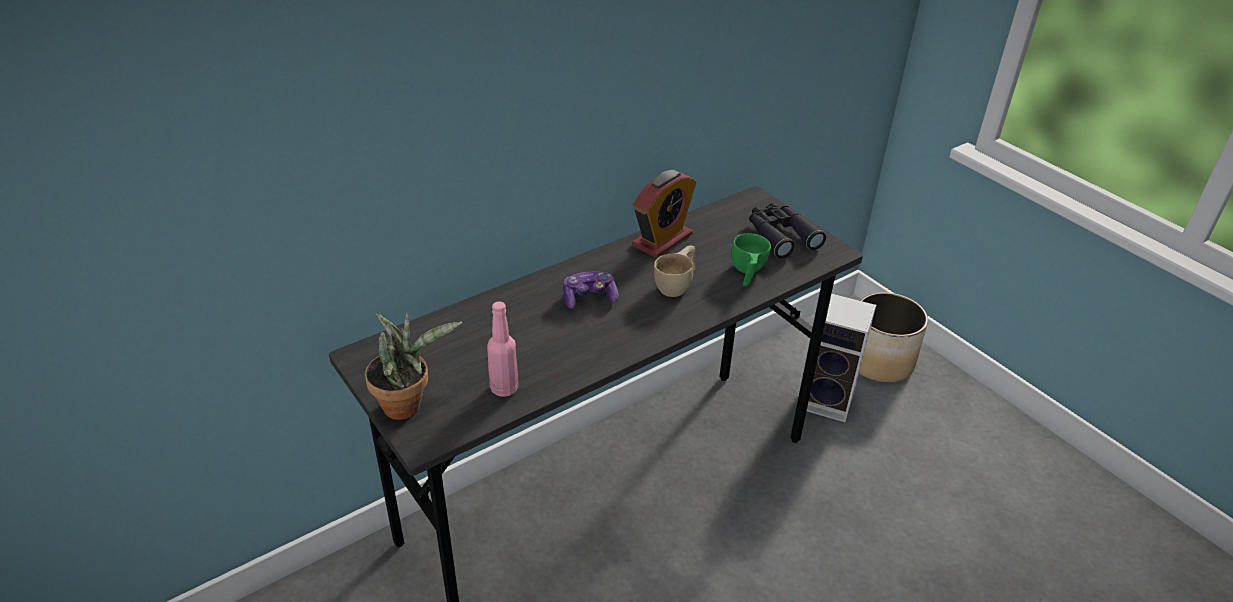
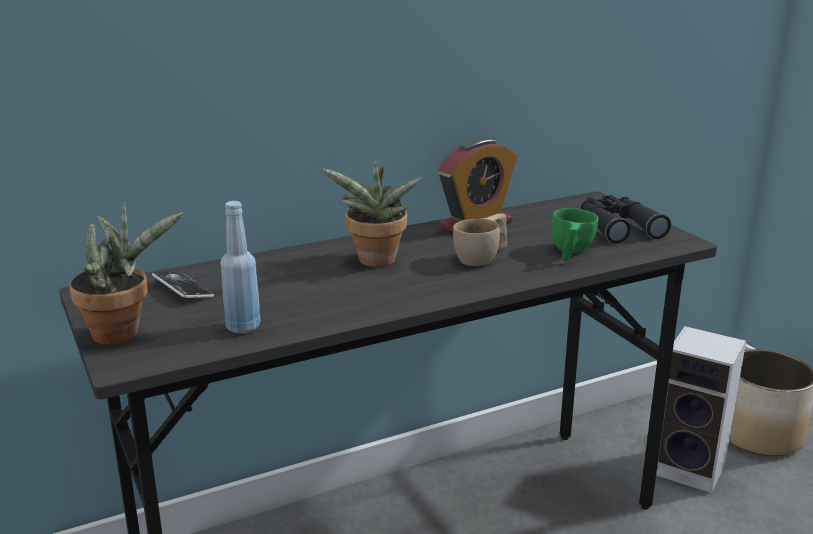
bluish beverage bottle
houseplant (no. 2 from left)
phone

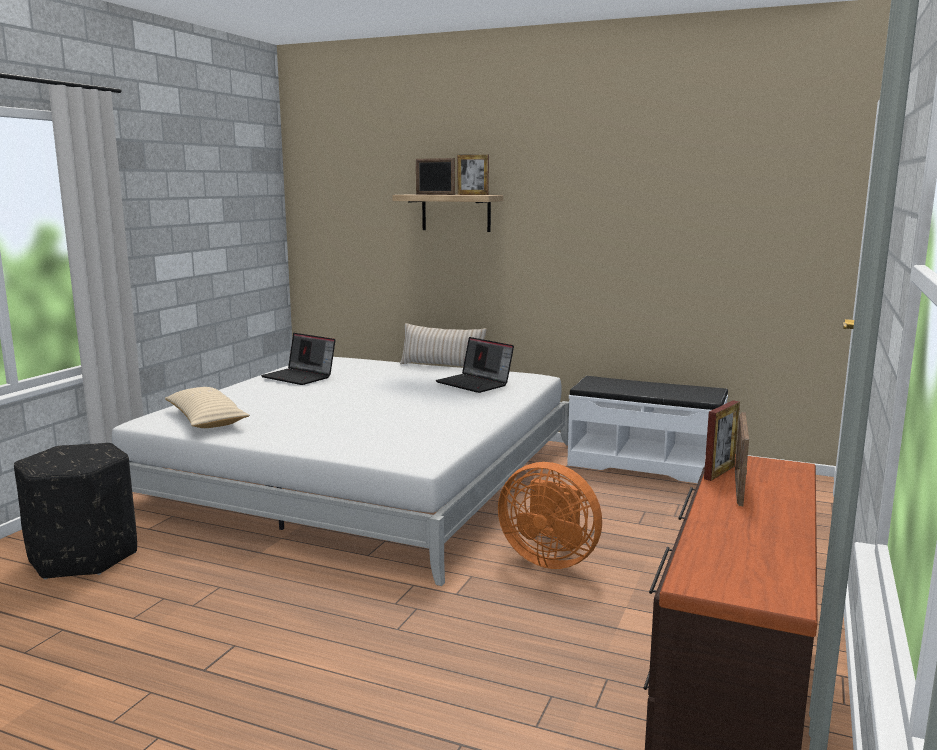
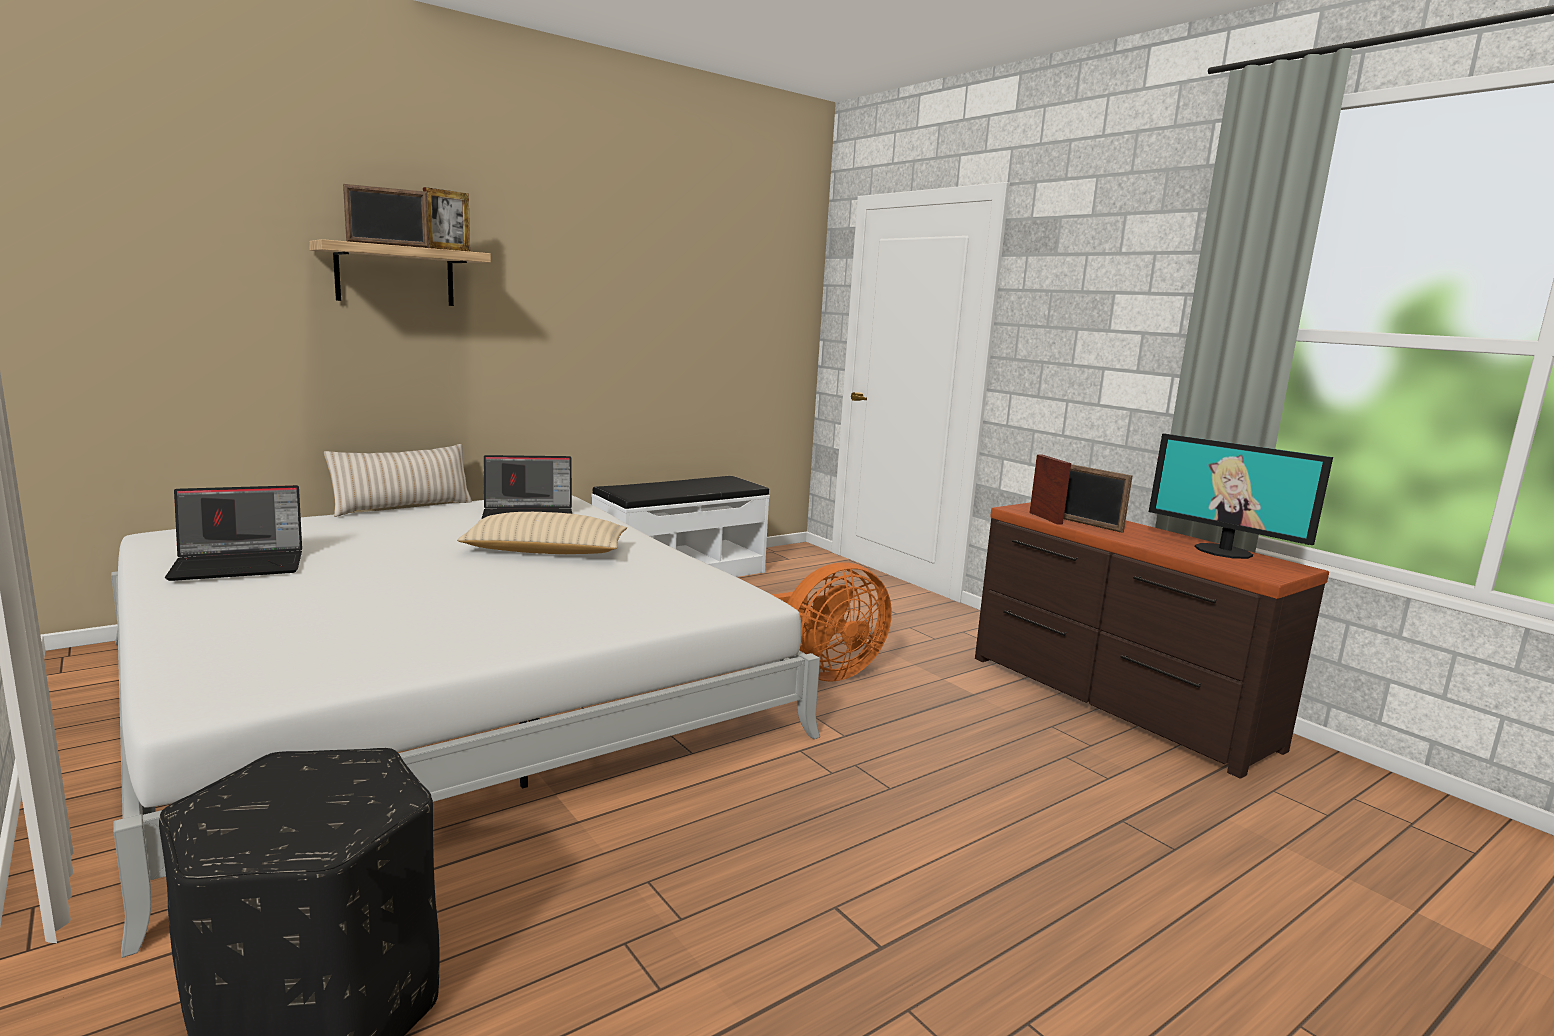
sand-coloured throw pillow (no. 2 from left)
monitor

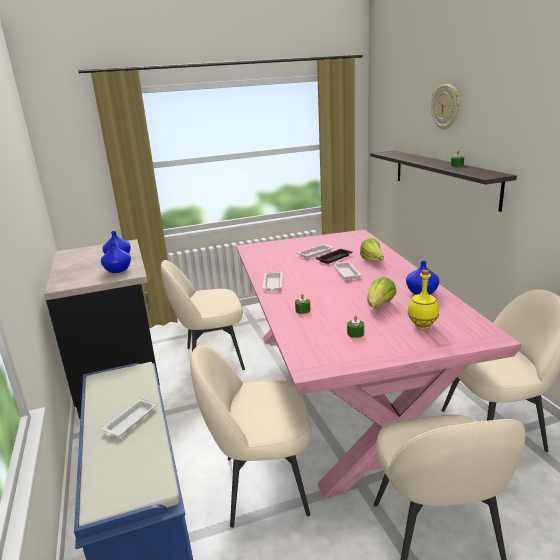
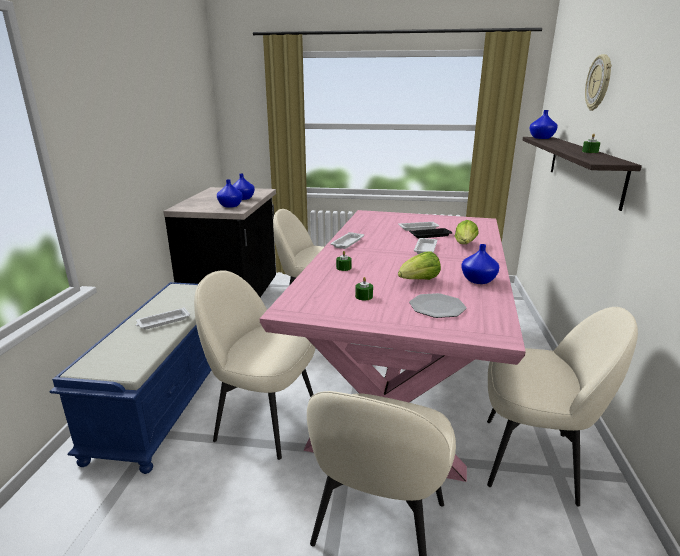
flat dish
bluish vase (no. 4 from left)

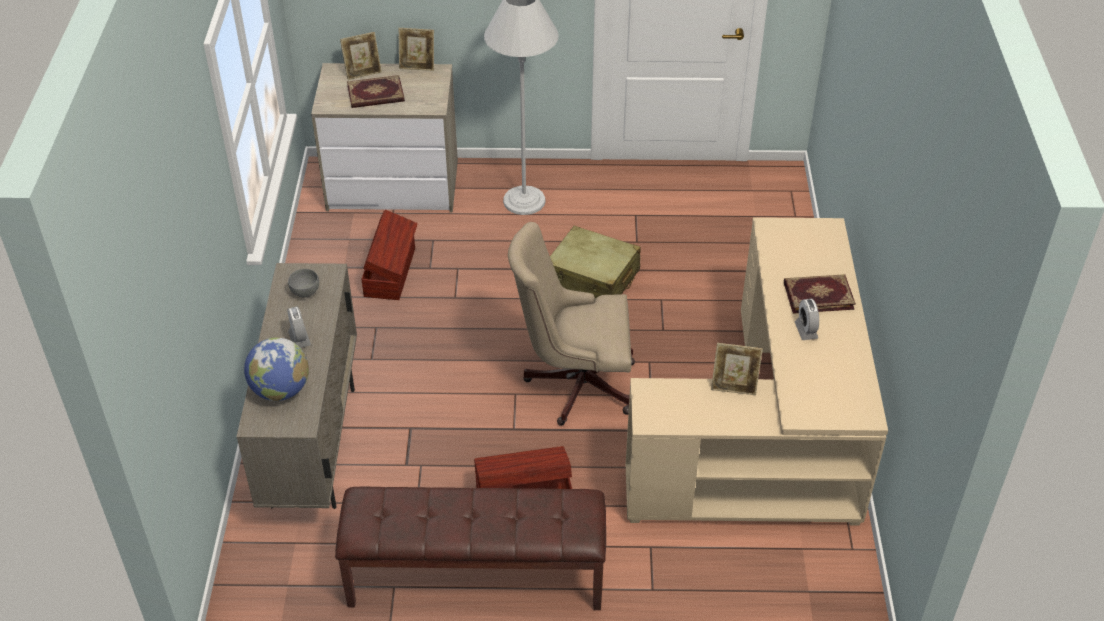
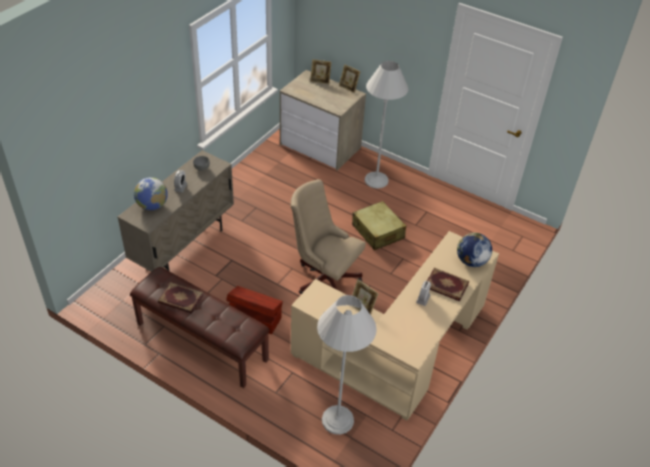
volume (no. 1 from left)
brown-coloured storage bin (no. 1 from left in the first image)
white-coloured standing lamp (no. 1 from left)
desk globe (no. 2 from left)

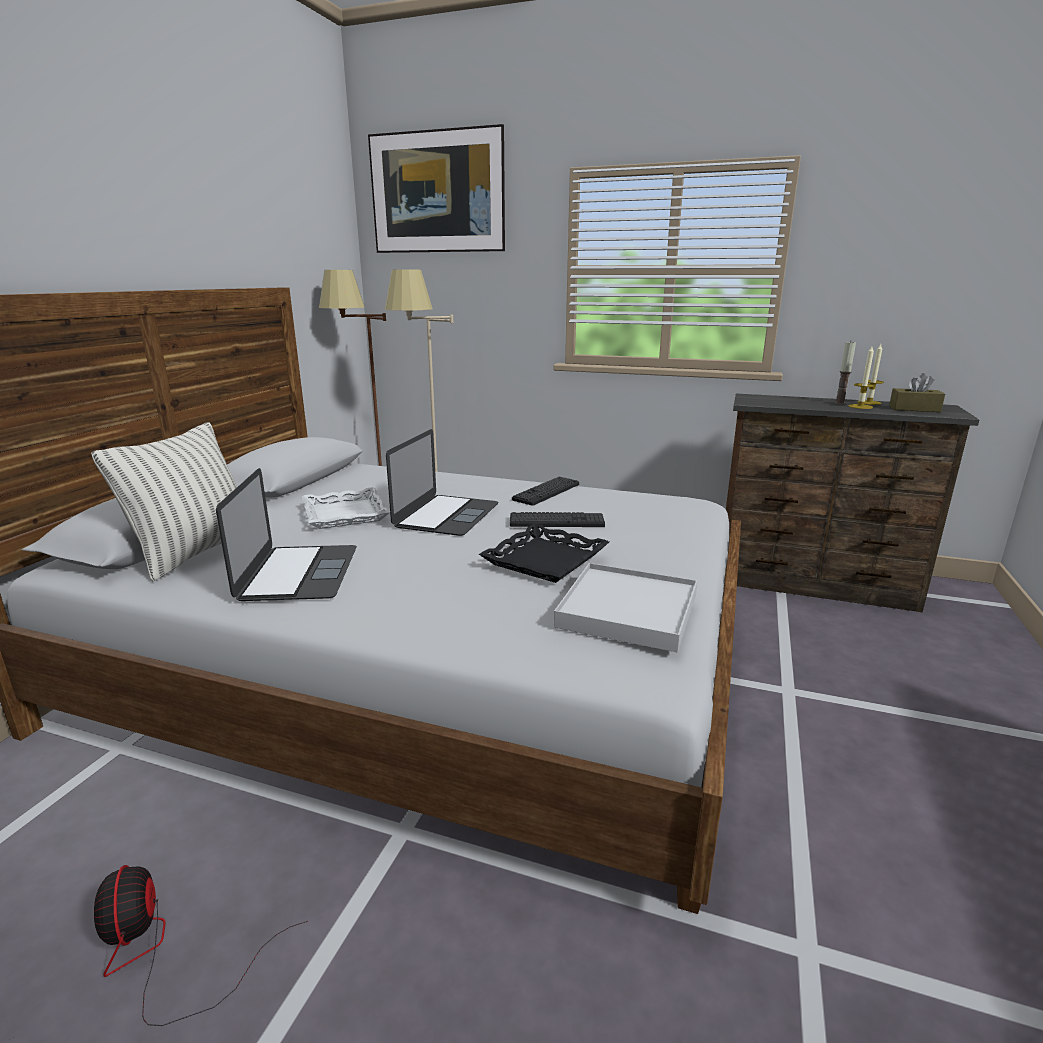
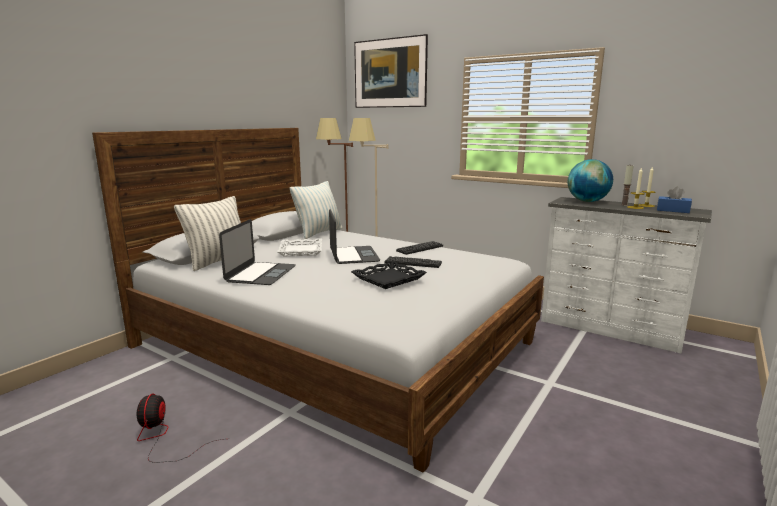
notebook computer (no. 2 from left)
white-coloured carrying tray (no. 2 from left in the first image)
white-coloured dresser
bluish box of tissues
throw pillow (no. 2 from left)
desk globe

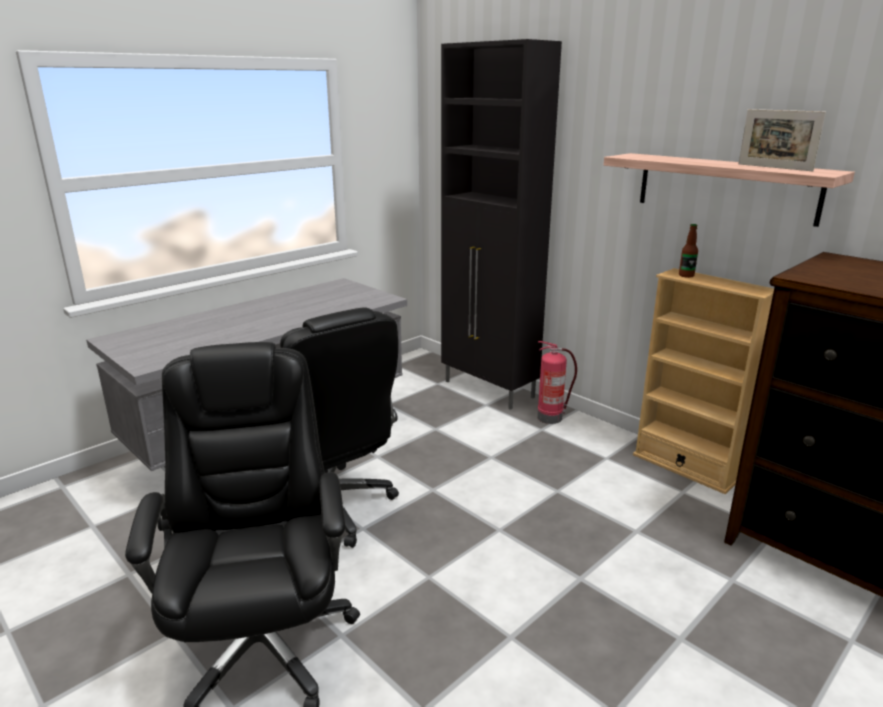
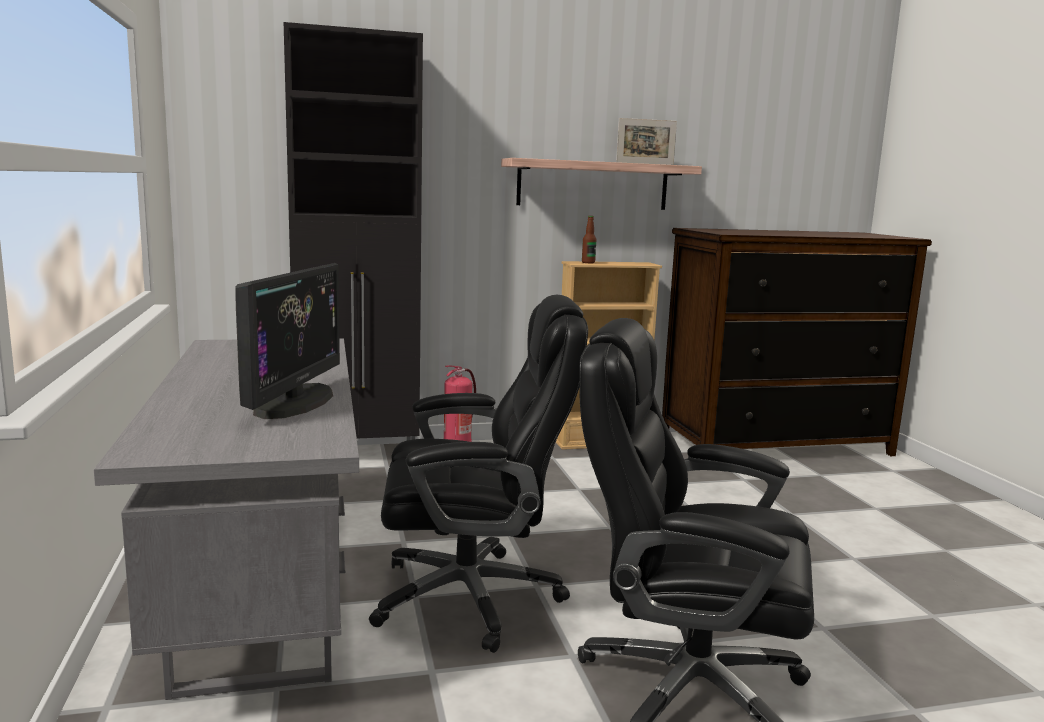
monitor

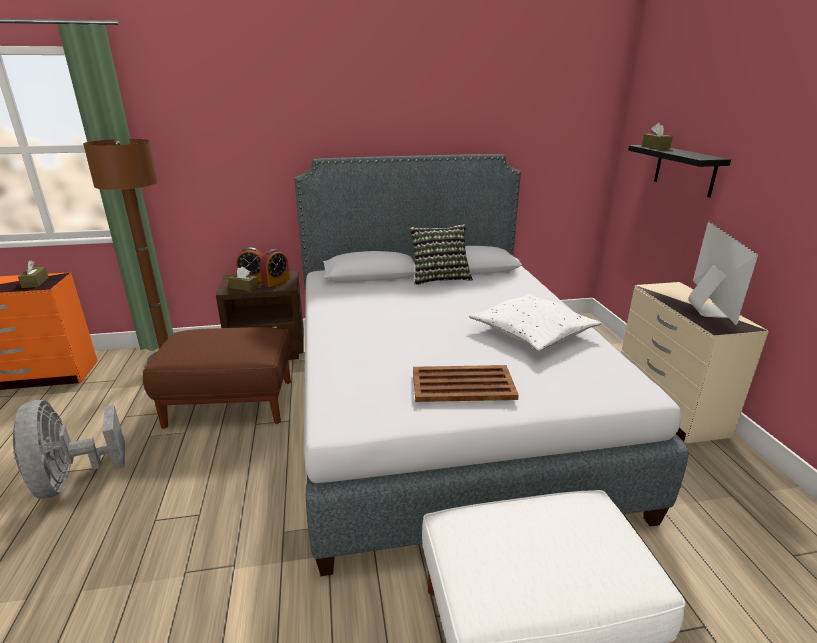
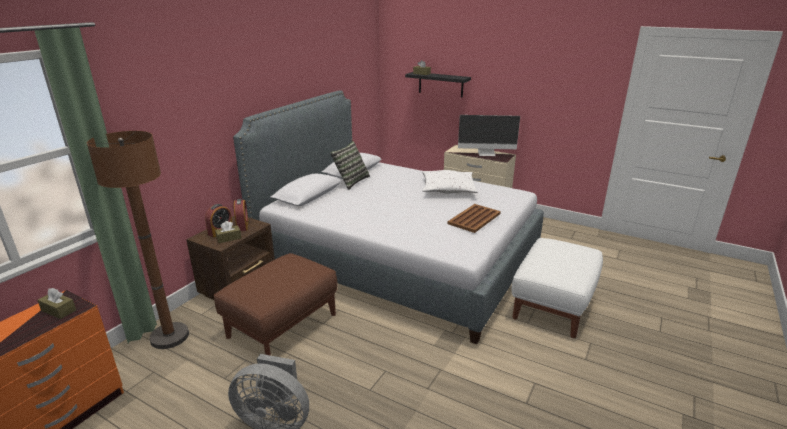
monitor

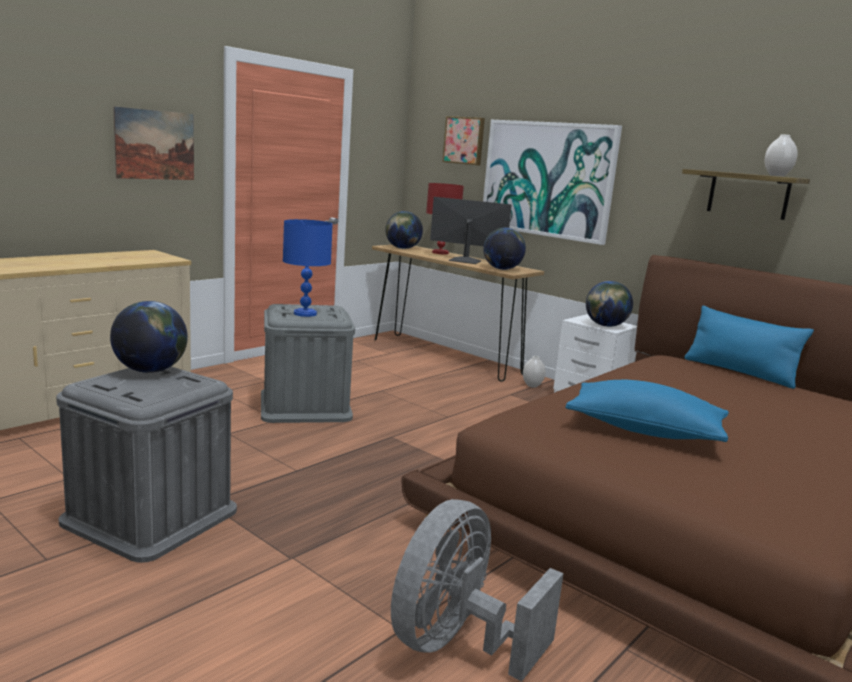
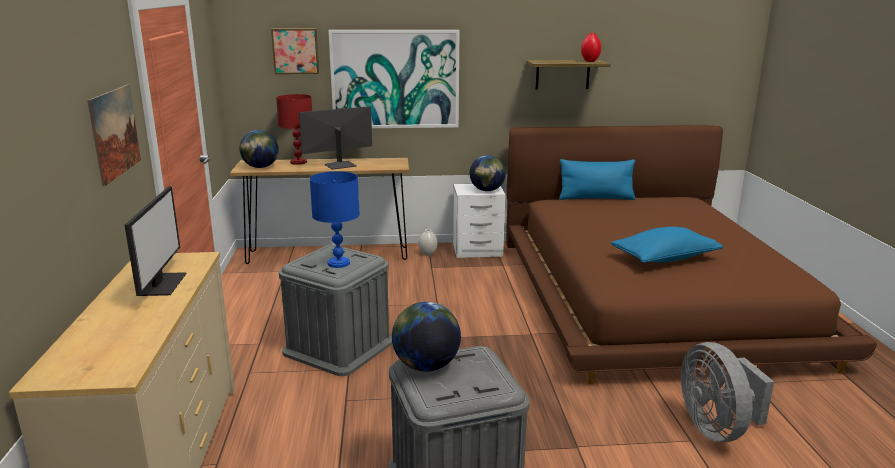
desk globe (no. 3 from left in the first image)
red-coloured vase
monitor (no. 1 from left)

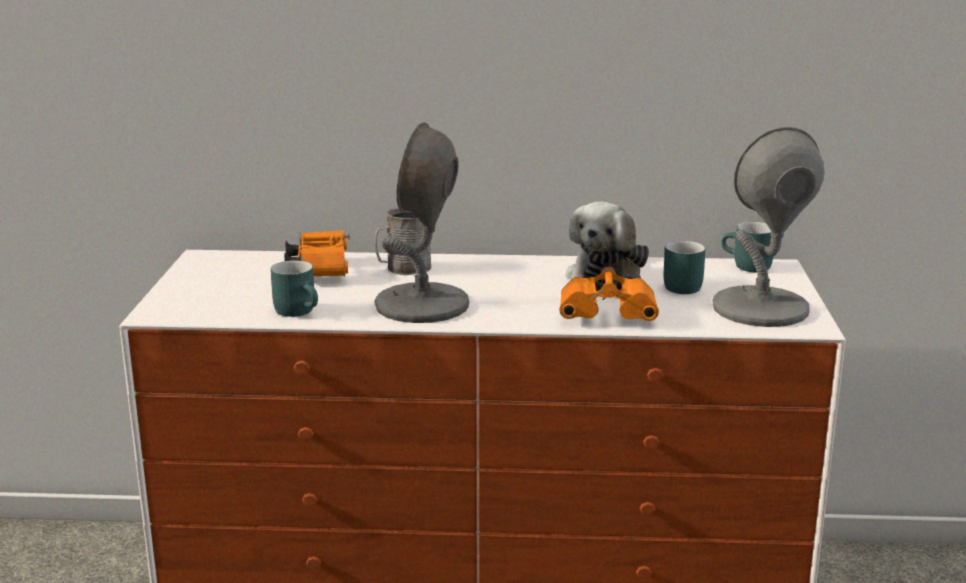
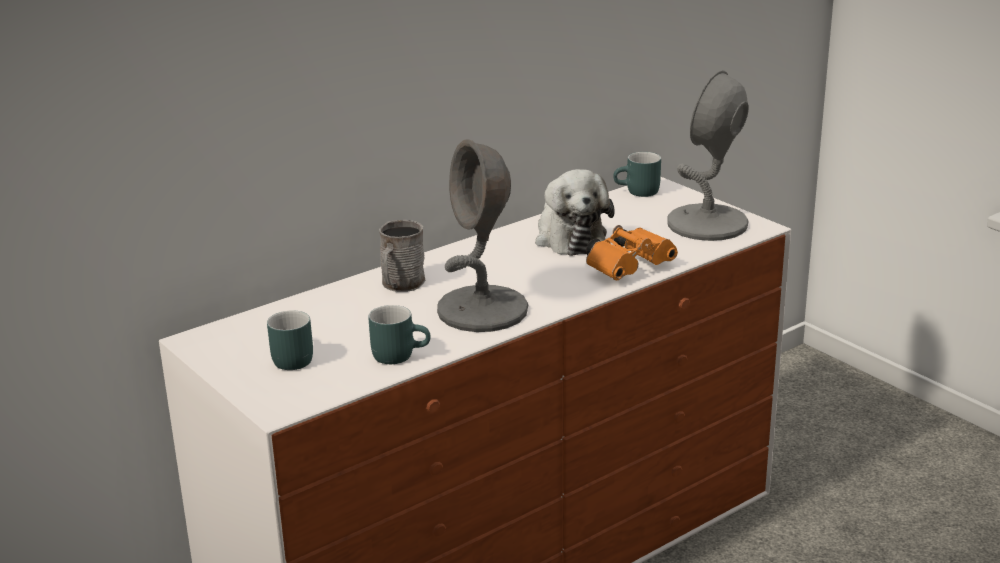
orange binoculars (no. 1 from left in the first image)
turquoise mug (no. 1 from left)

